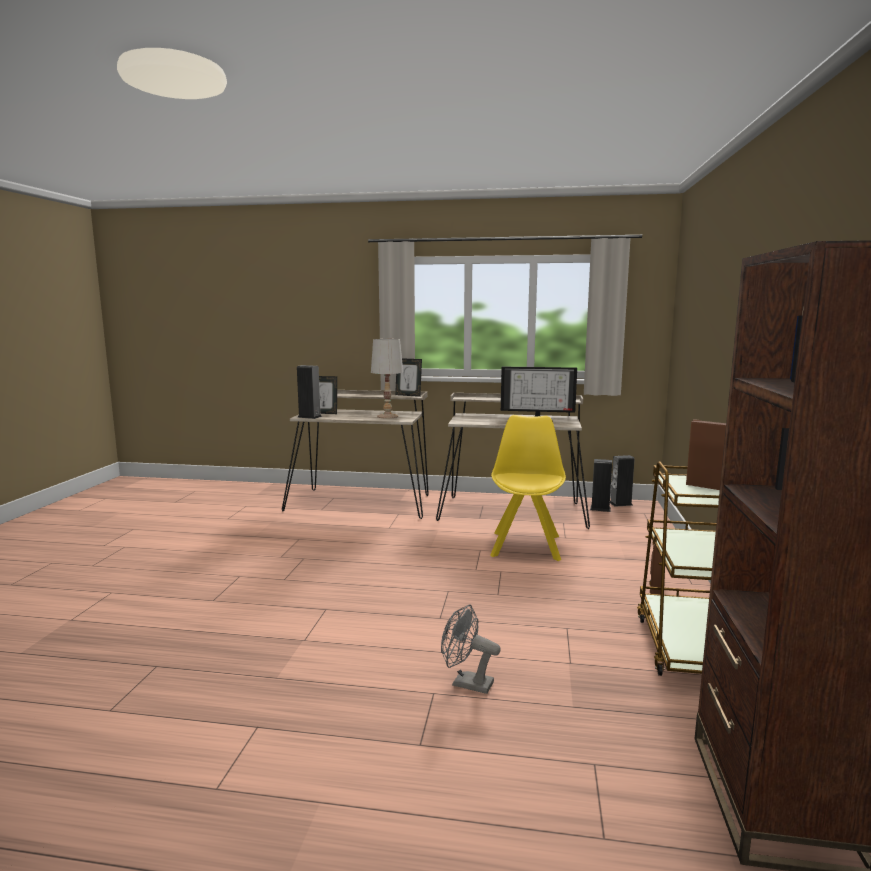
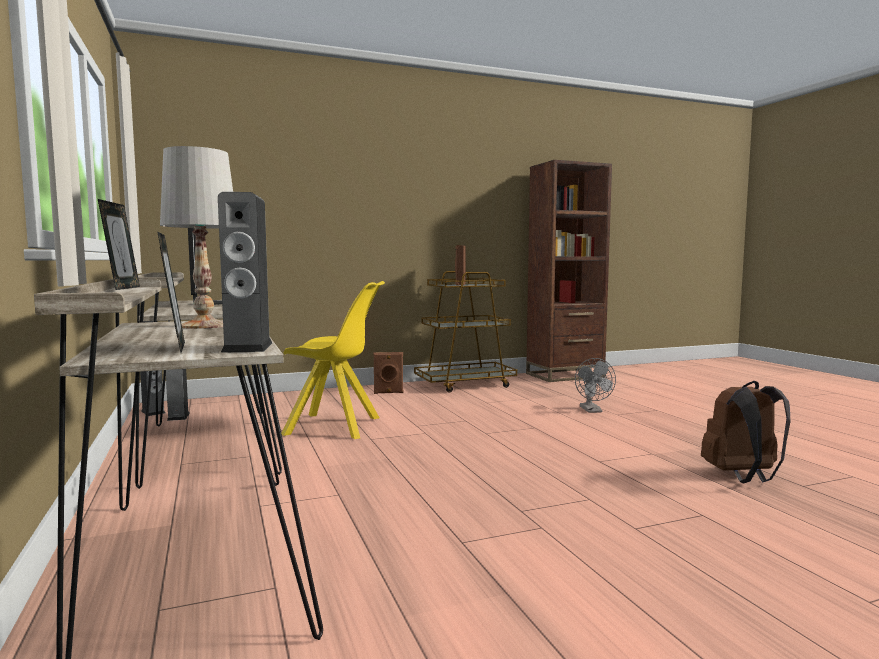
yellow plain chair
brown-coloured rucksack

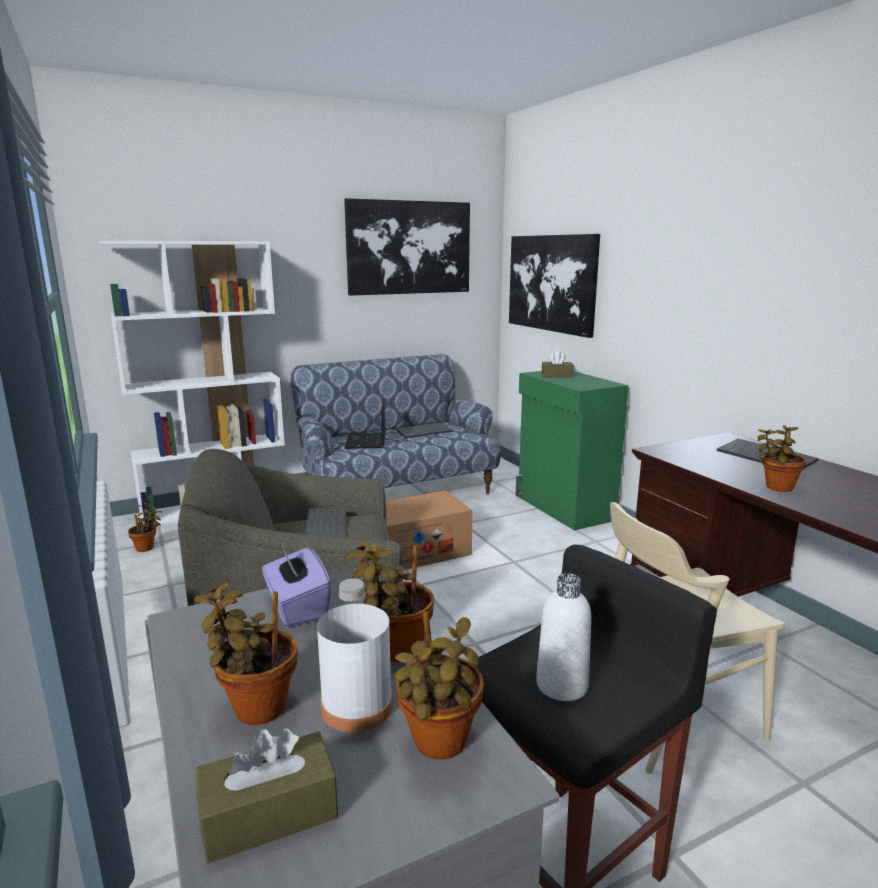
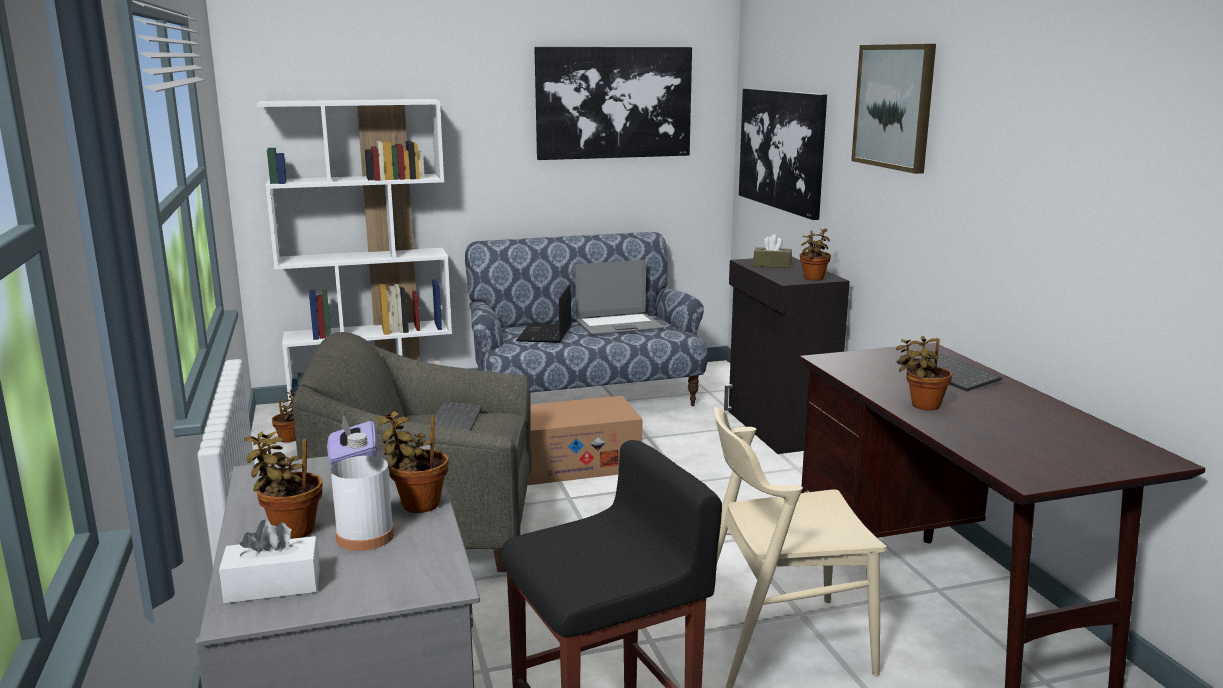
white-coloured box of tissues
houseplant (no. 4 from left)
notebook computer (no. 2 from left)
black-coloured cupboard
white-coloured beverage bottle (no. 2 from left in the first image)
wall art (no. 3 from left)

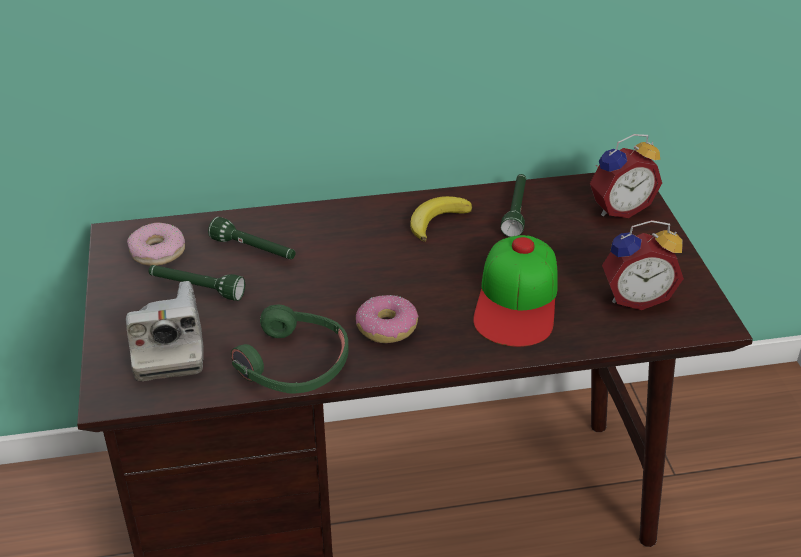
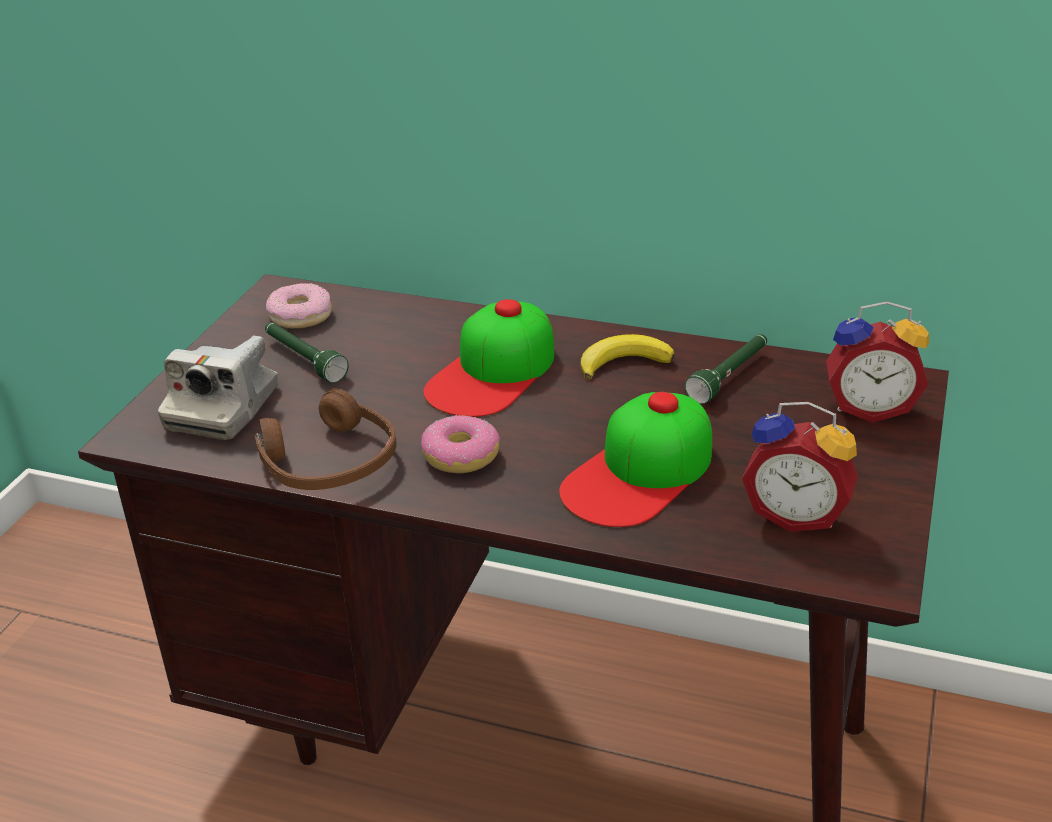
green-coloured torch (no. 2 from left in the first image)
brown-coloured headphones
cap (no. 1 from left)

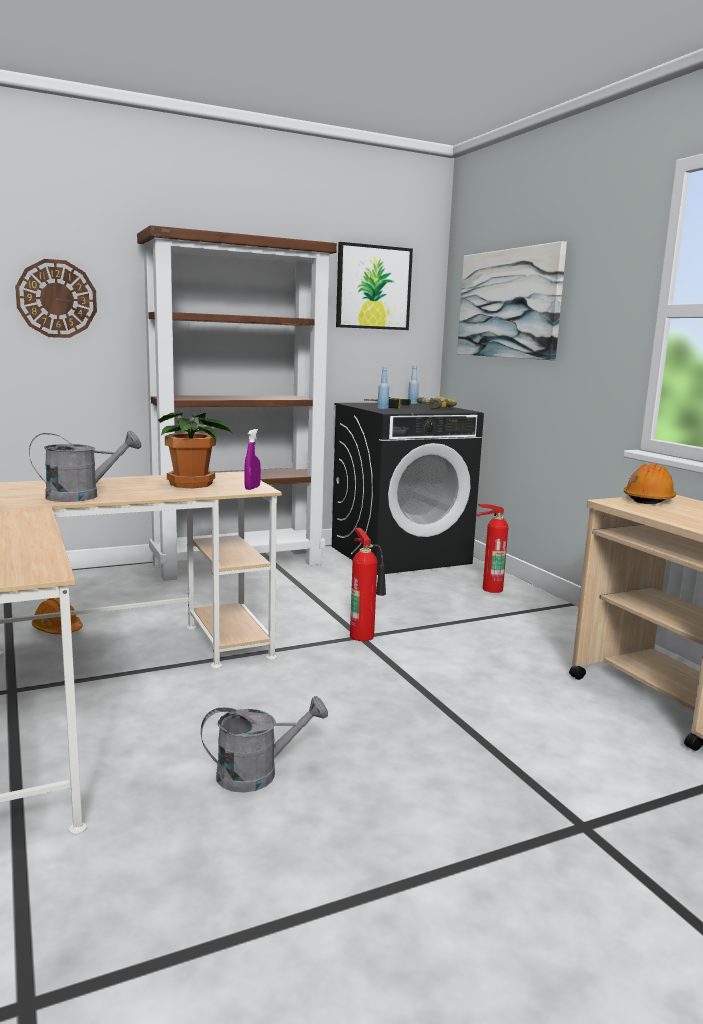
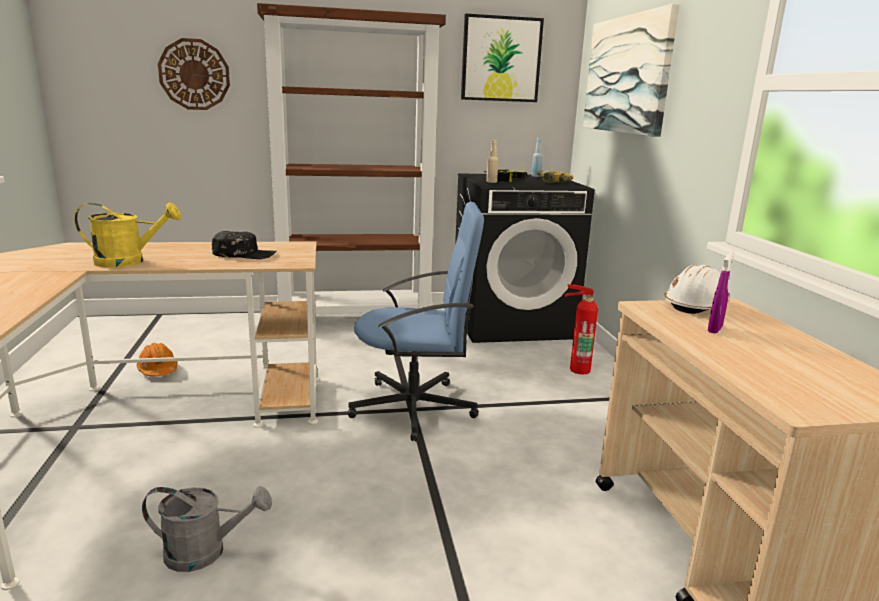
yellow watering pot
black-coloured cap
purplish spray bottle
bluish desk chair
sand-coloured beverage bottle
white-coloured work helmet

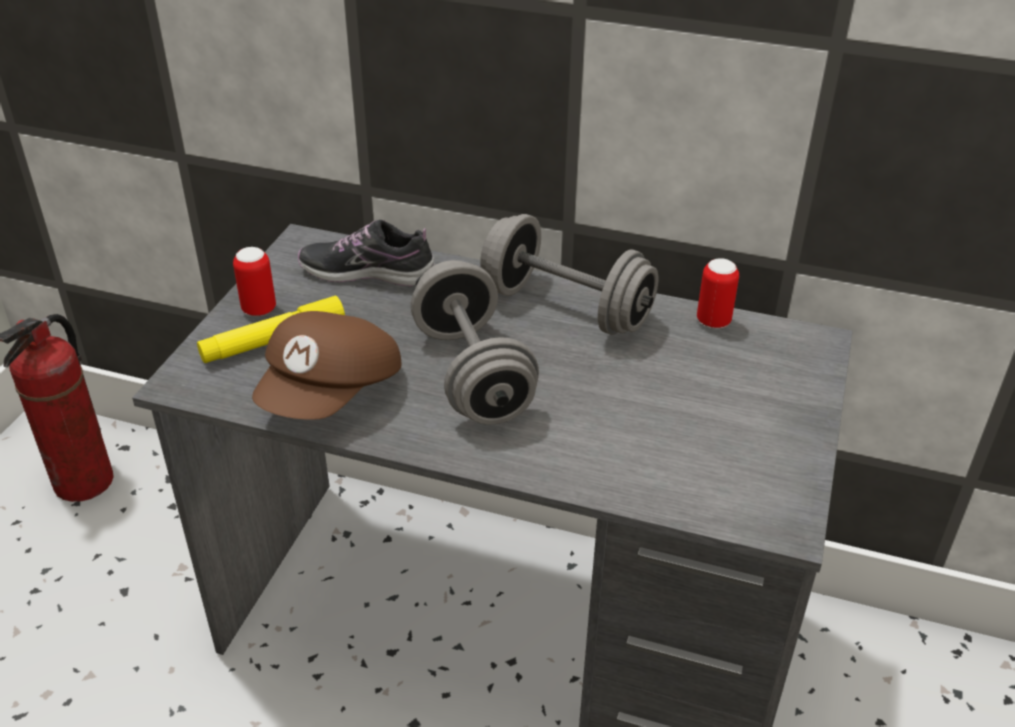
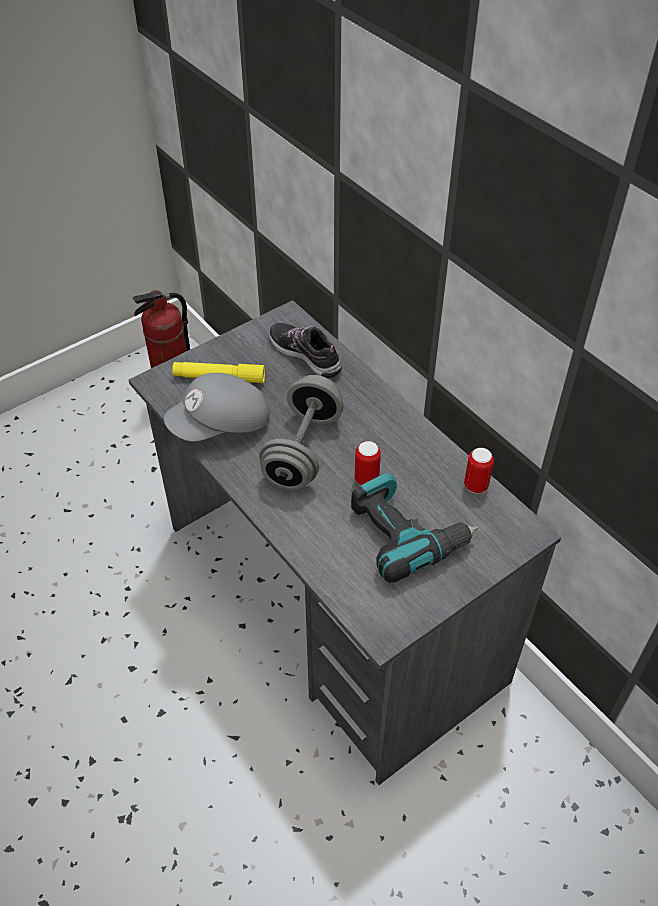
sealed can (no. 1 from left)
gray cap
gray dumbbell (no. 2 from left in the first image)
electric drill

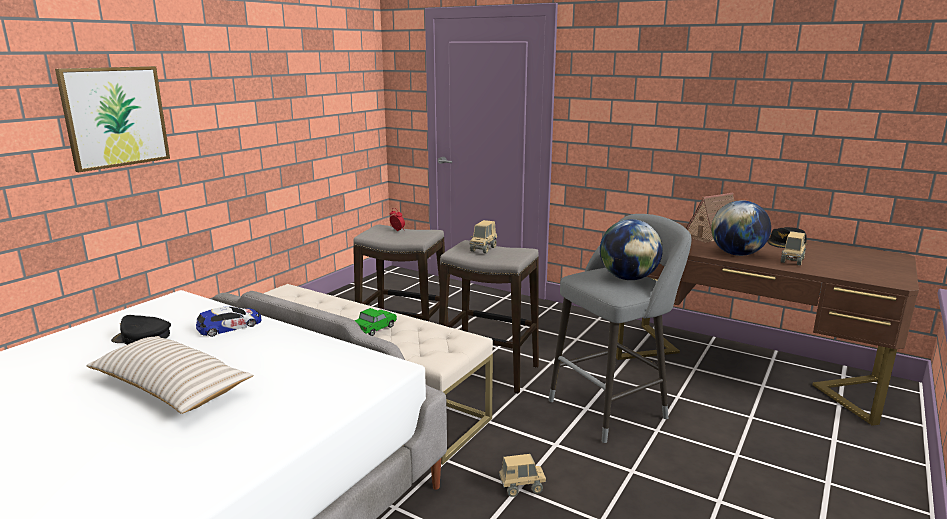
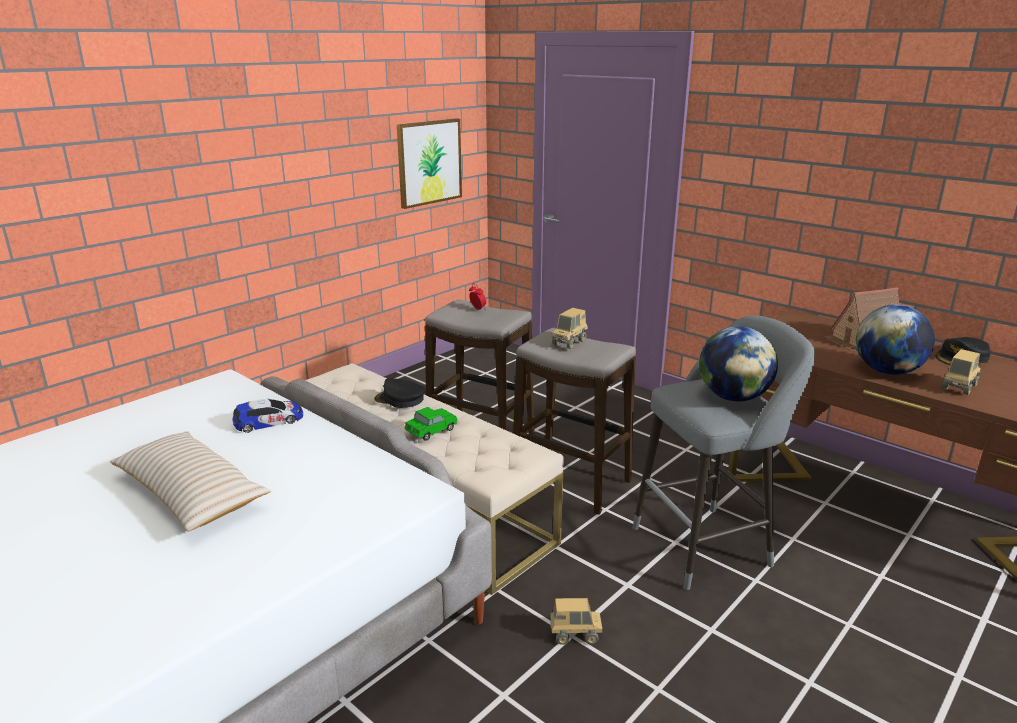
wall art
black-coloured cap (no. 1 from left)

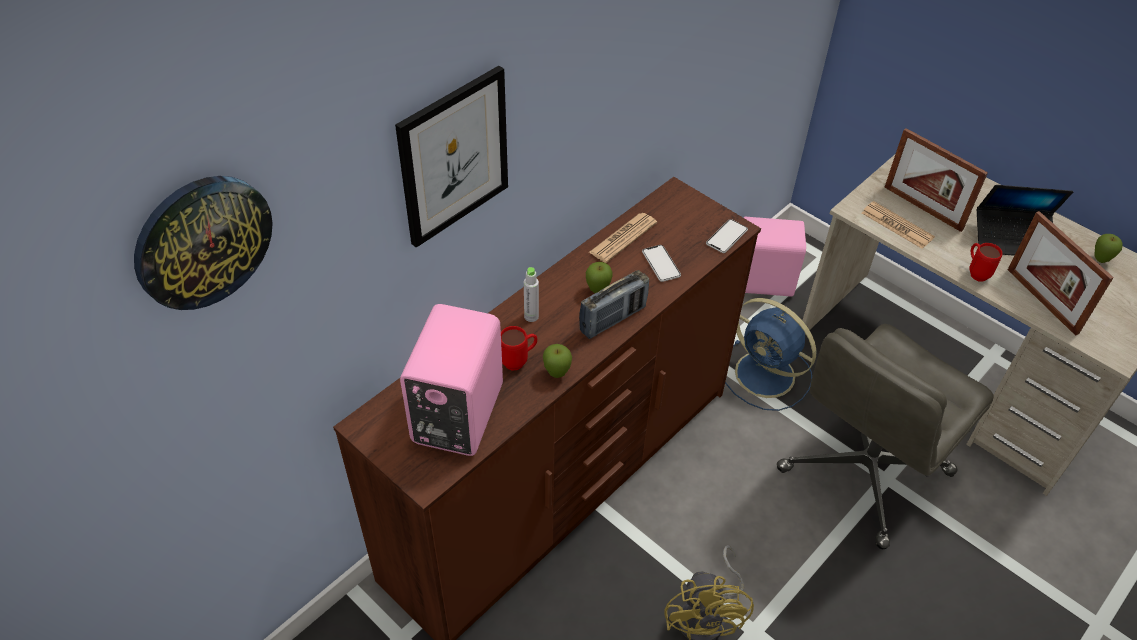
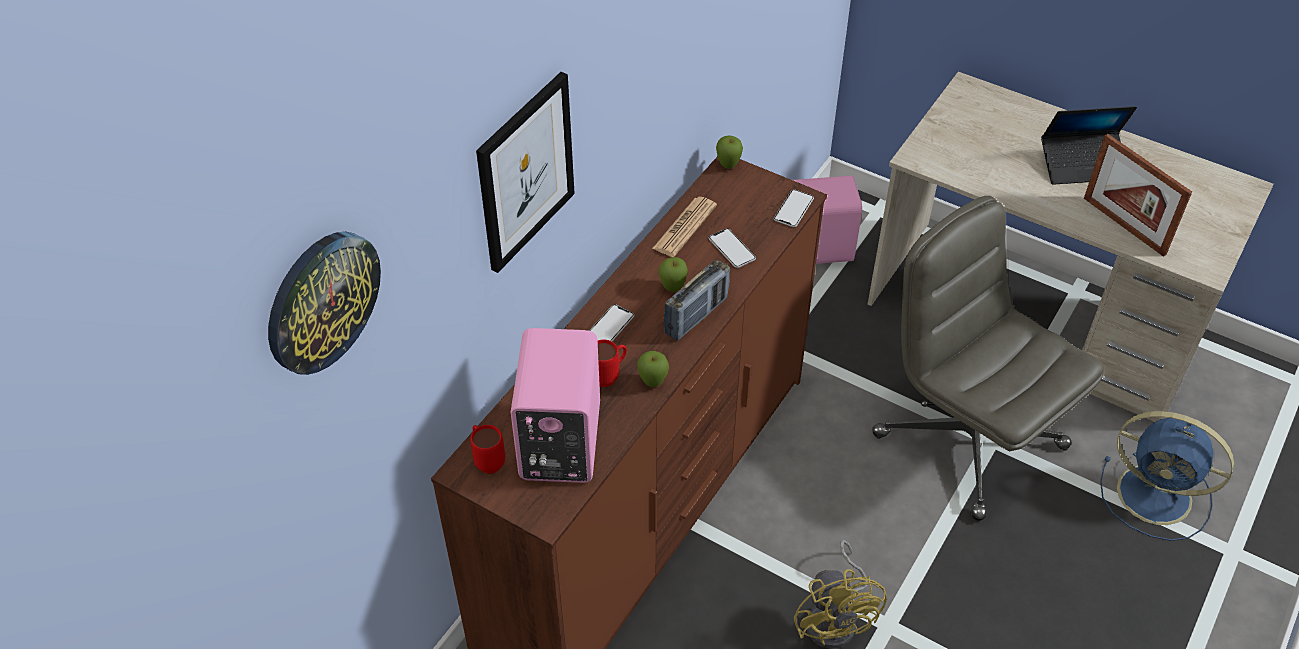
phone (no. 1 from left)
bluish cooling fan
gray desk chair
printed paper (no. 2 from left in the first image)
photo frame (no. 1 from left in the first image)
red-coloured mug (no. 1 from left)
whole apple (no. 3 from left)

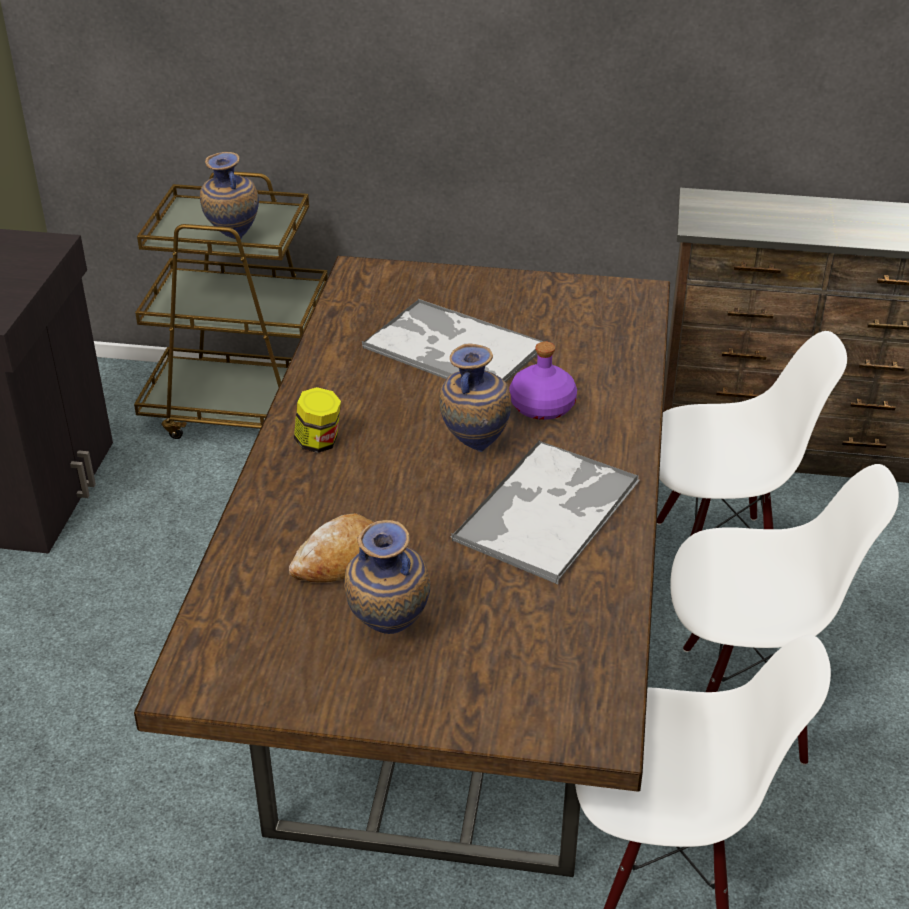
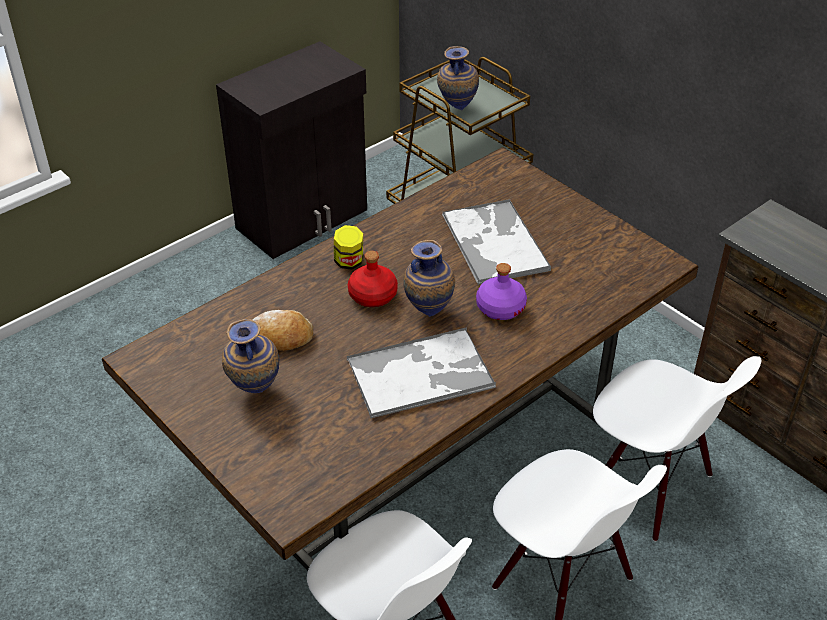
red-coloured beverage bottle

